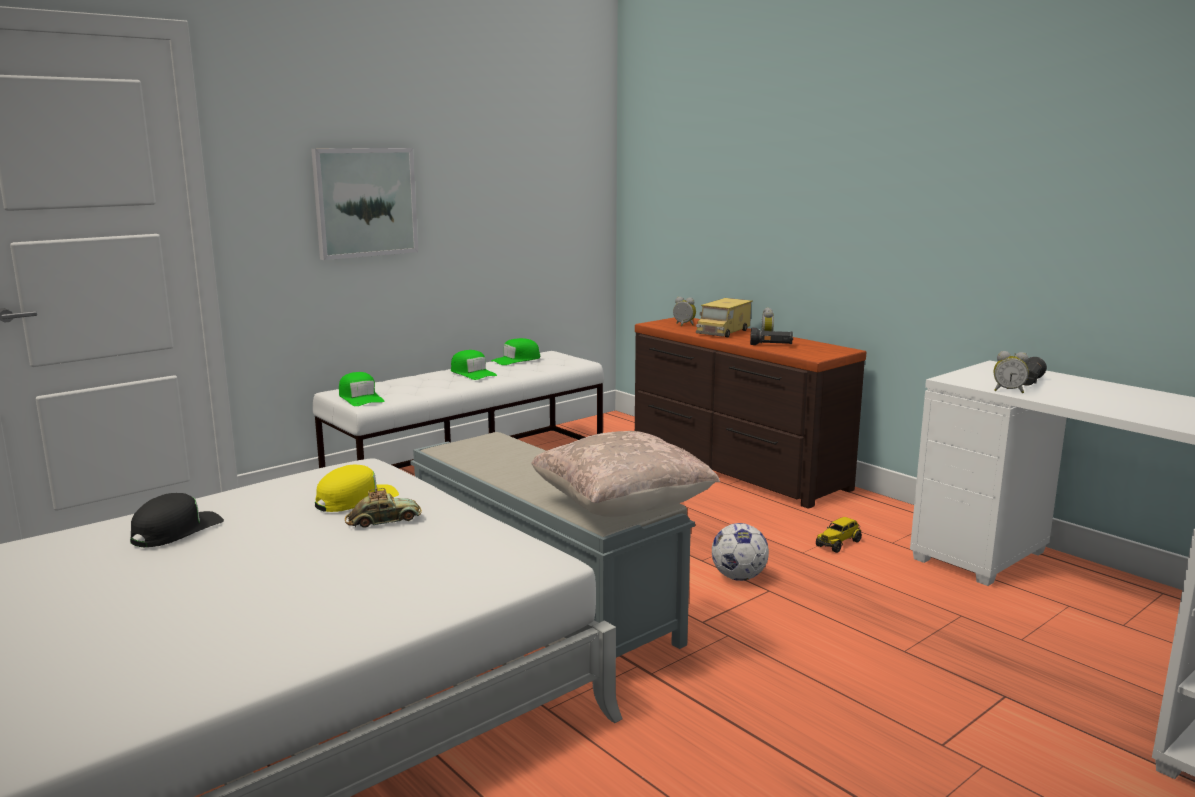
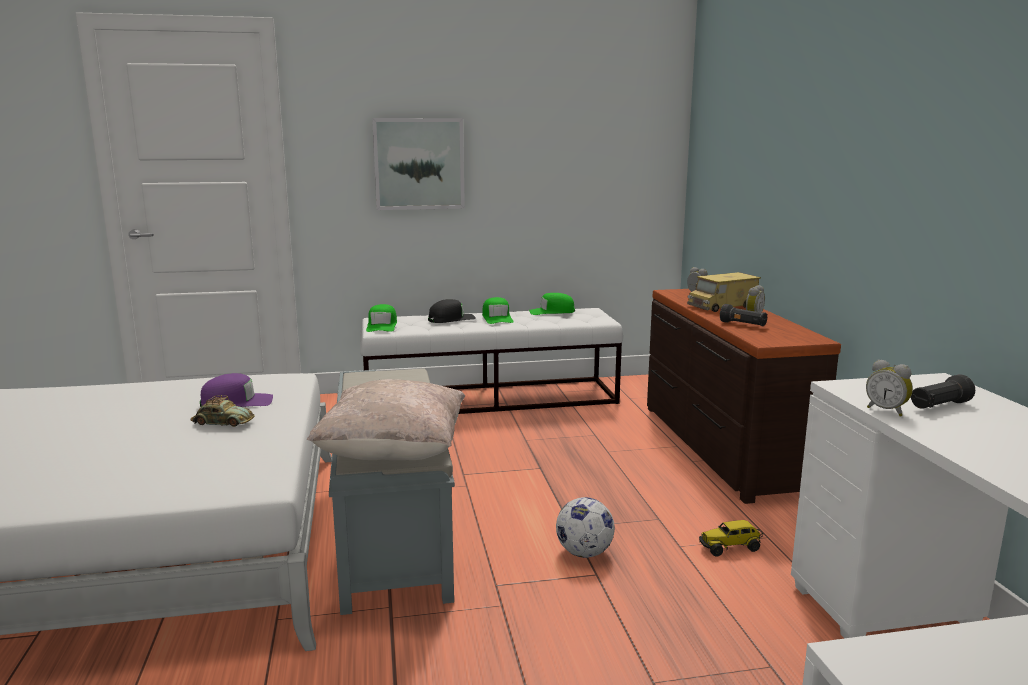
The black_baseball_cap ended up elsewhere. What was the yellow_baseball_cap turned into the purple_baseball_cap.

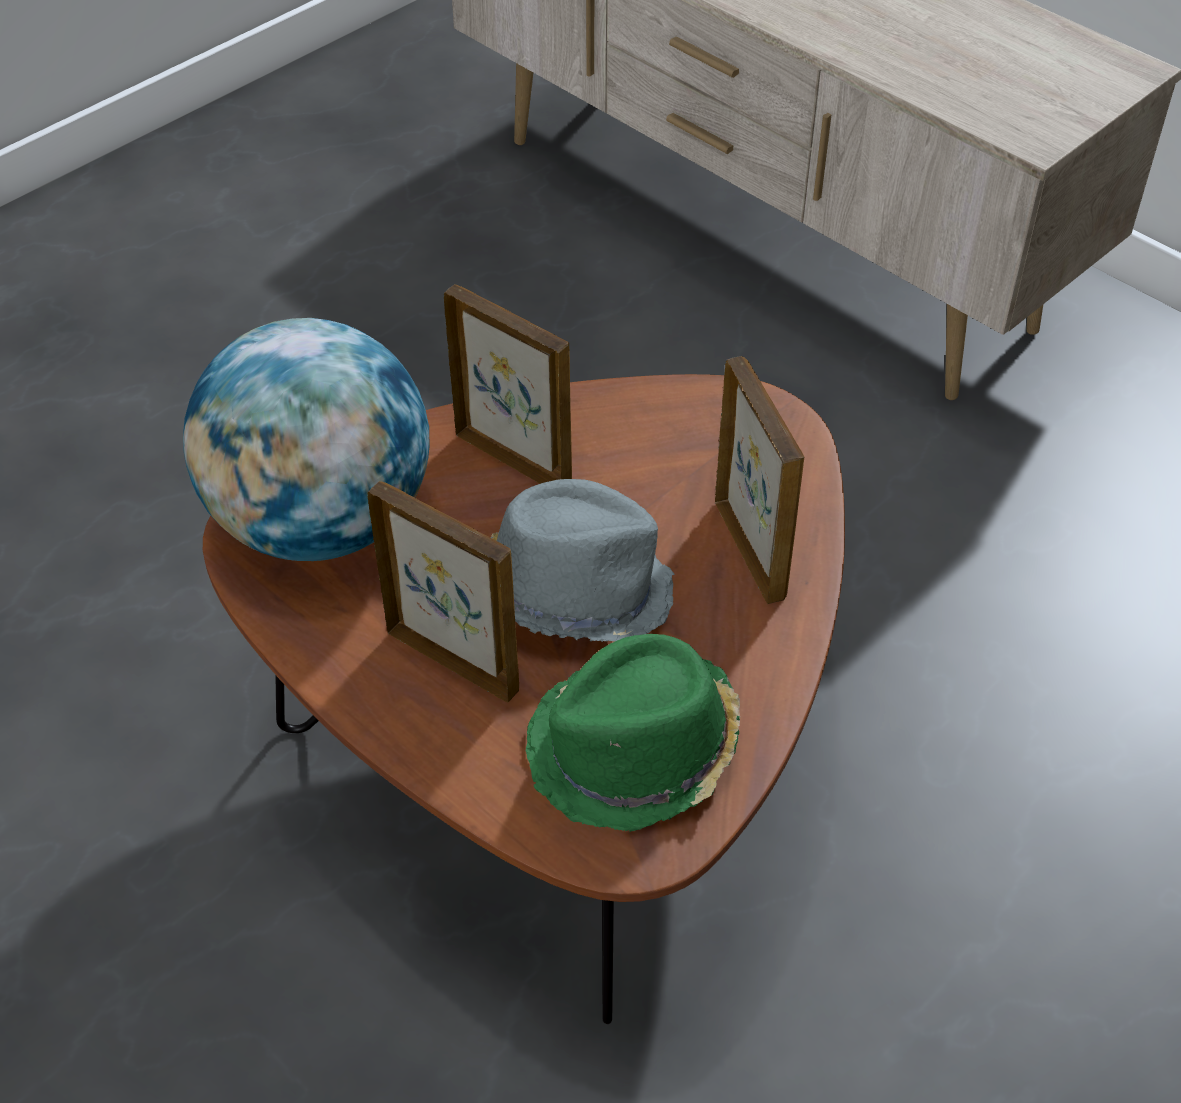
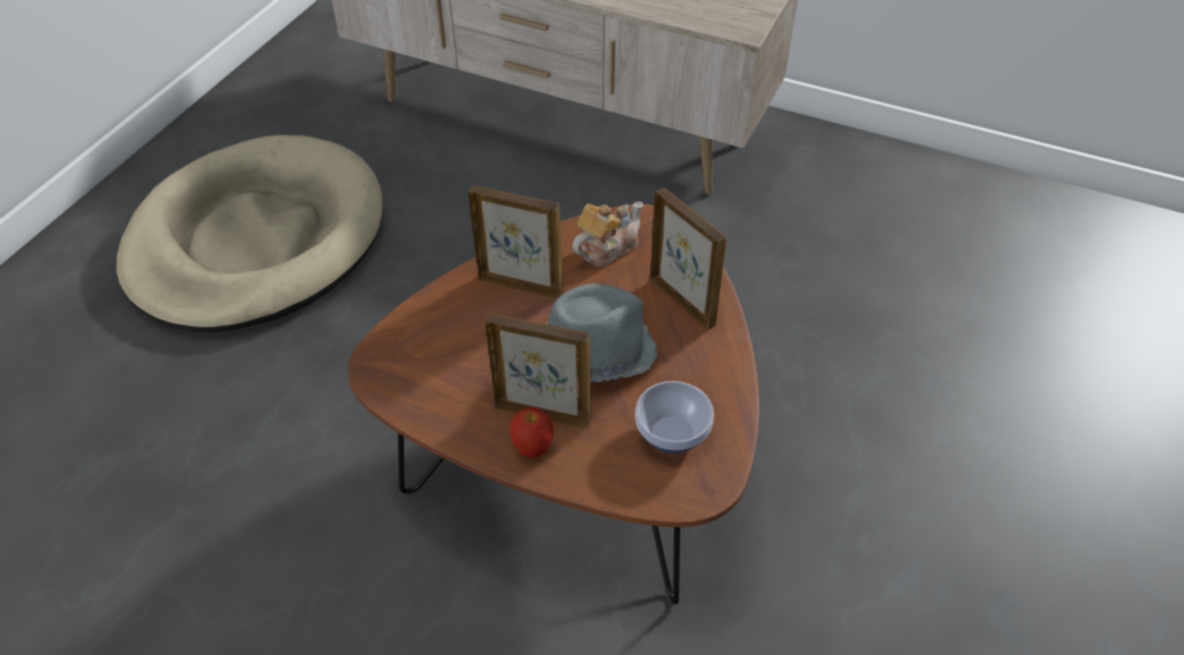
The second view lost the world_globe. Where the greenish_clothing_hat stood, the serving_bowl came to stand. The second view gained the sand-coloured_pet_bed. The second view gained the apple_fruit. The second view gained the teapot.

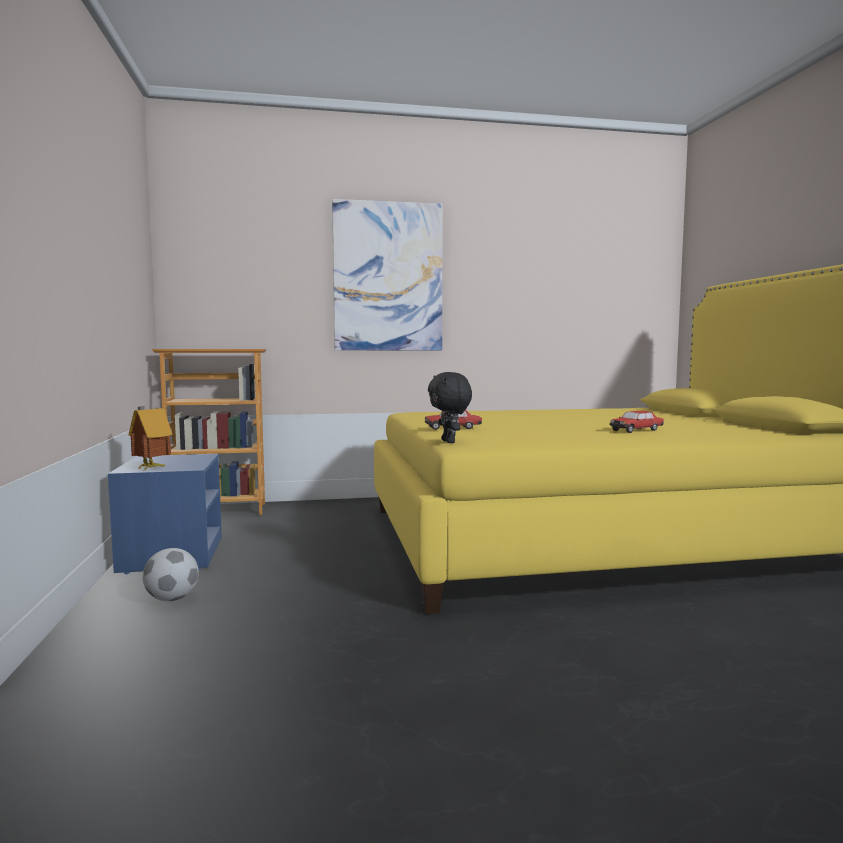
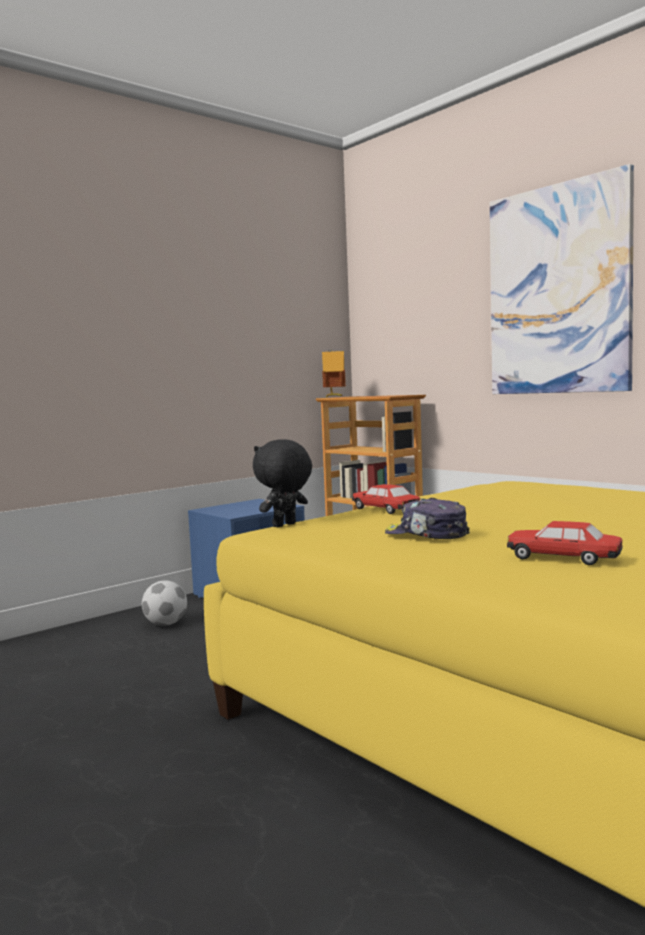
The miniature_house ended up elsewhere. The second view gained the baseball_cap.

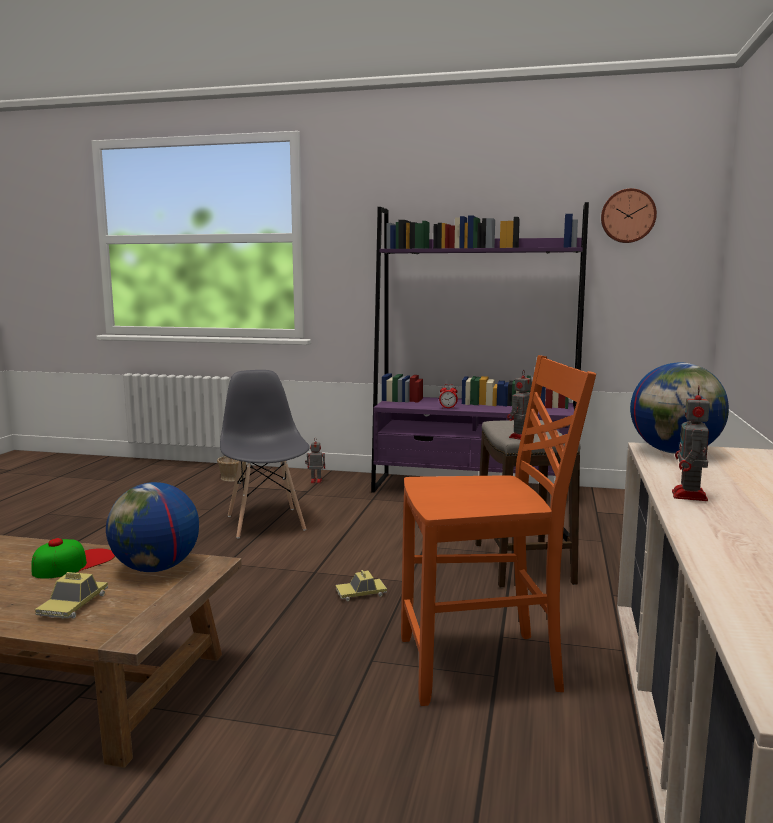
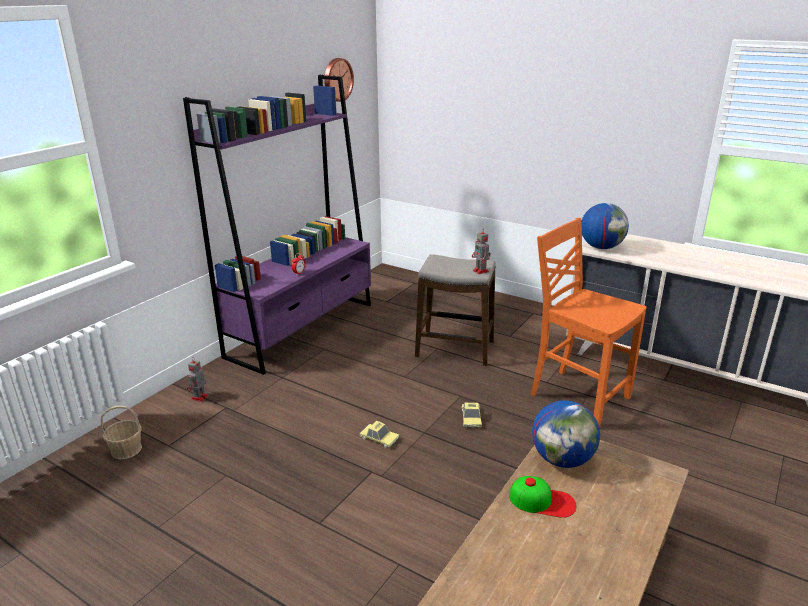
The baseball_cap ended up facing another way, 135 degrees clockwise from before. The model_car (no. 1 from left) ended up elsewhere. The second view lost the grey_chair. The orange-coloured_chair ended up facing another way, 60 degrees counterclockwise from before. The second view lost the toy_robot (no. 3 from left).

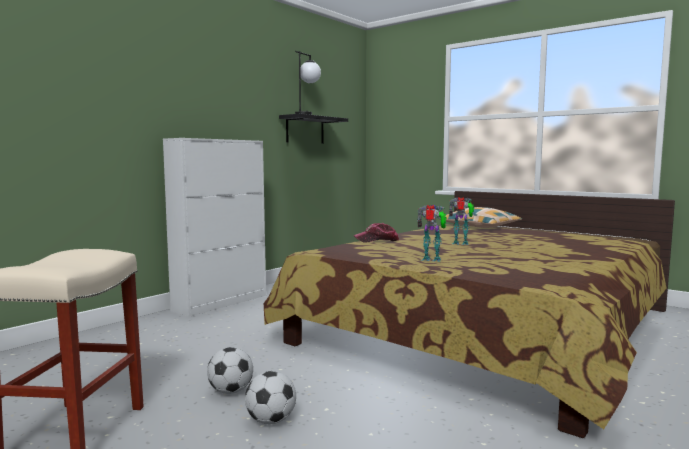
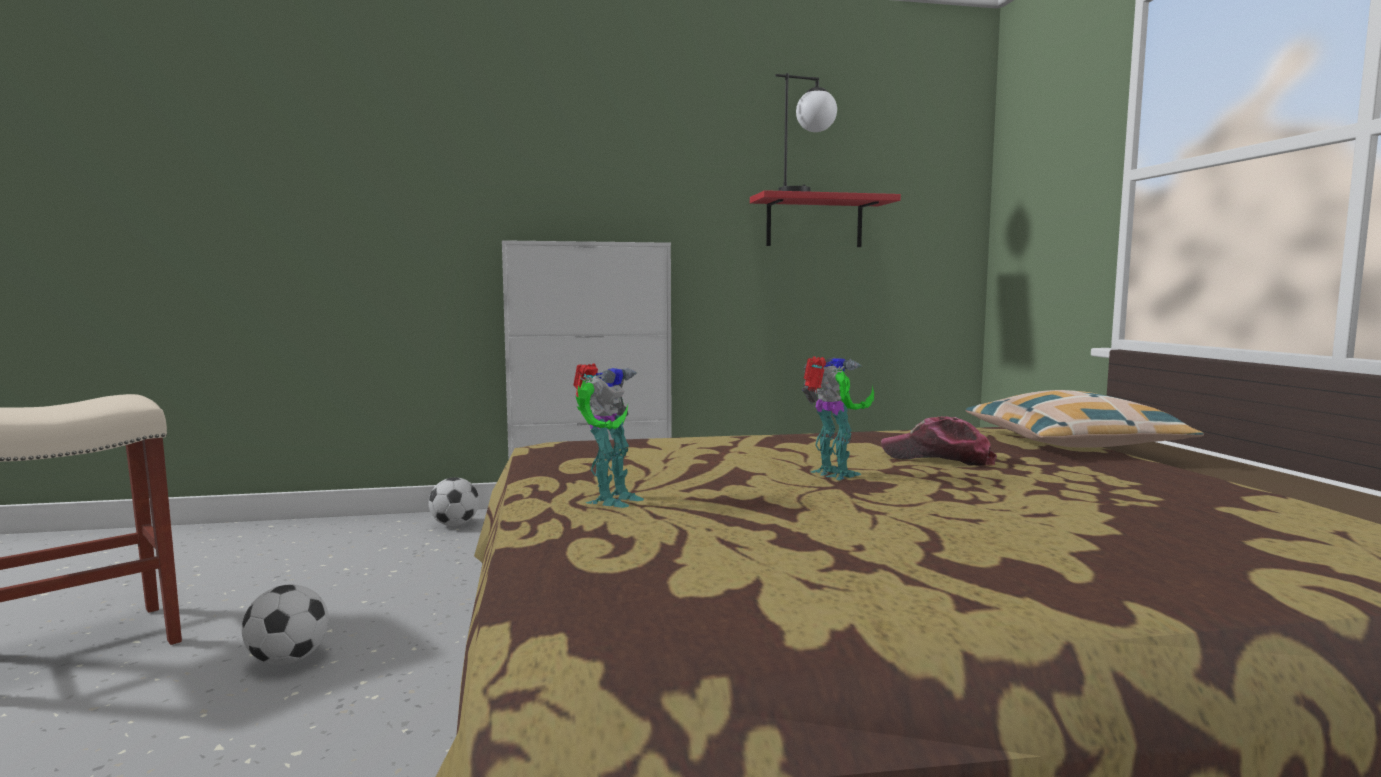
The ball_for_football (no. 2 from left) ended up elsewhere. What was the black_bracket_shelf turned into the reddish_bracket_shelf. The baseball_cap ended up elsewhere. The toy_robot (no. 1 from left) ended up facing another way, 60 degrees clockwise from before.

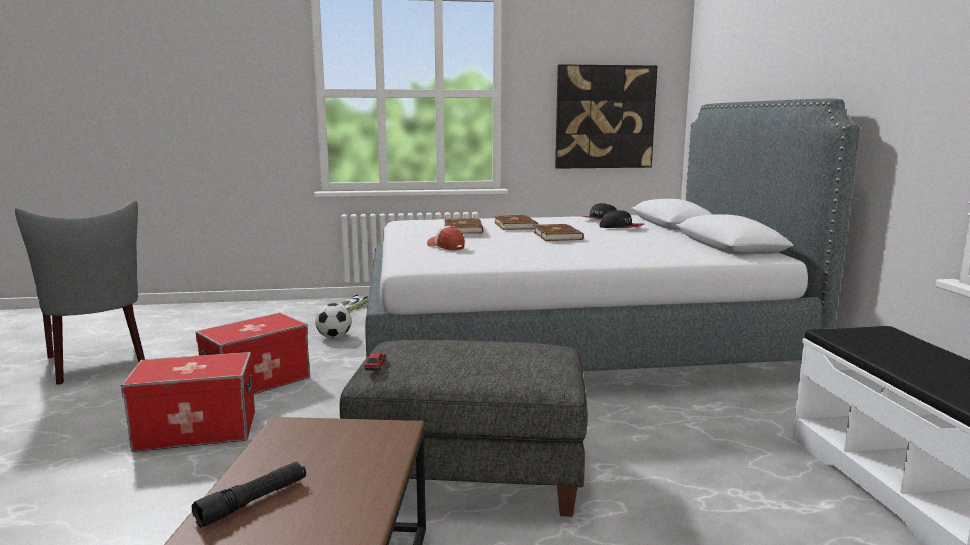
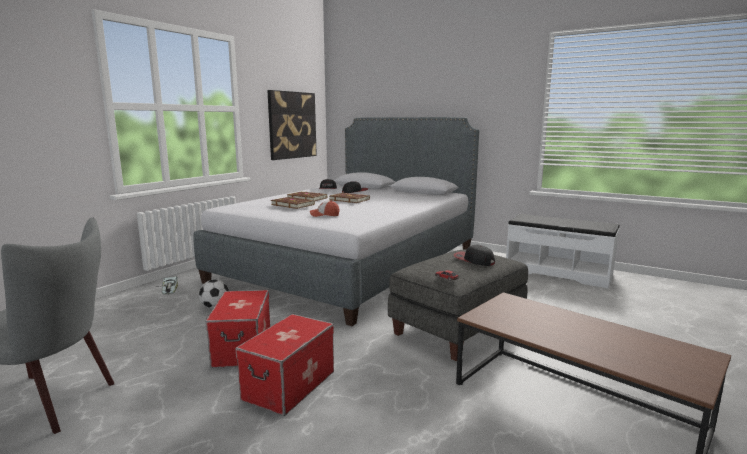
The second view lost the black_hand_torch. The second view gained the baseball_cap (no. 4 from left).

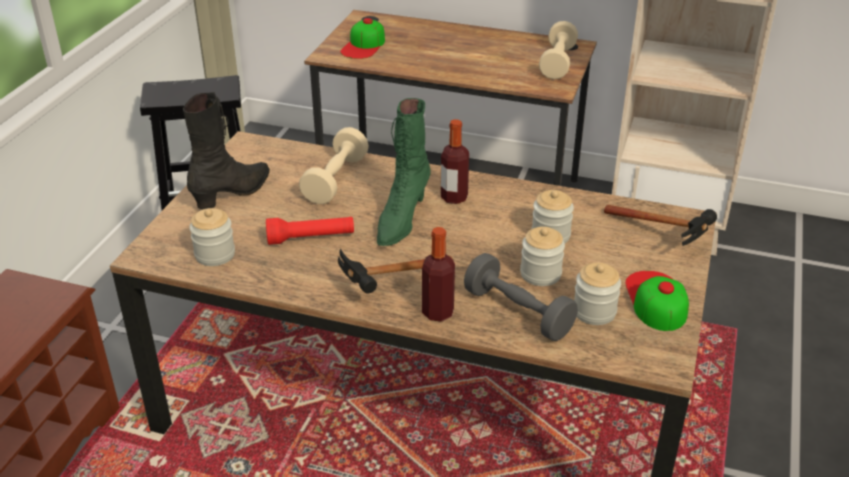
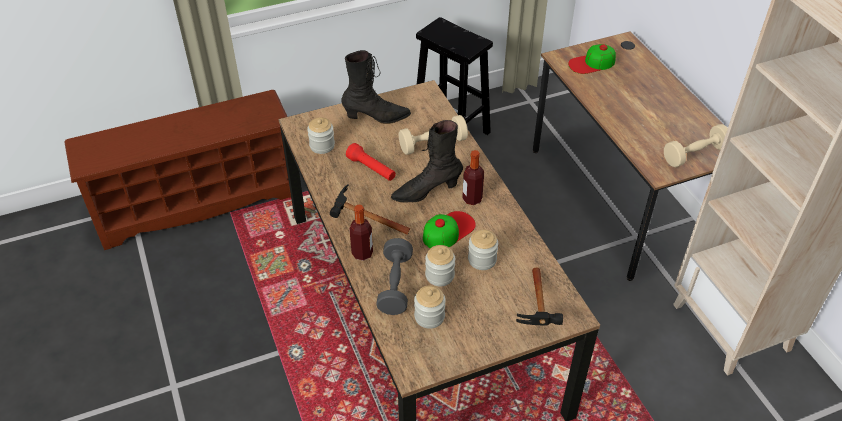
What was the greenish_boot turned into the black_boot (no. 2 from left). The baseball_cap (no. 2 from left in the first image) ended up elsewhere.

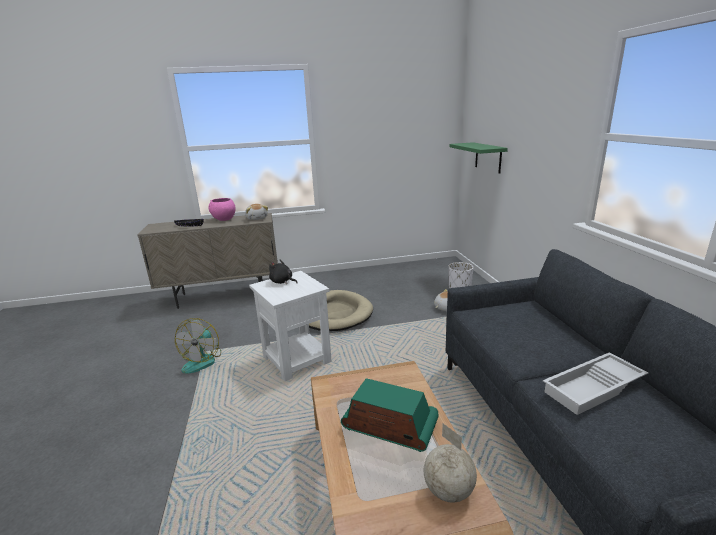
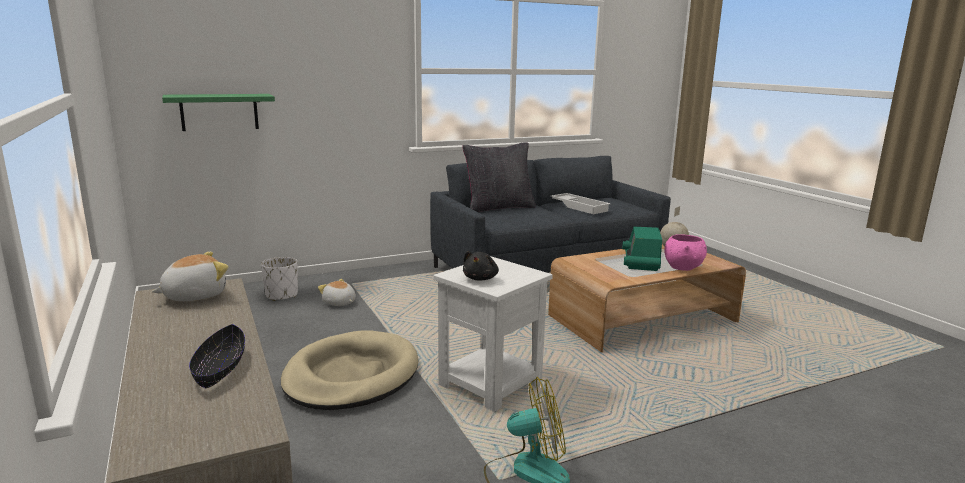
The pinkish_serving_bowl ended up elsewhere. The second view gained the black_pillow.

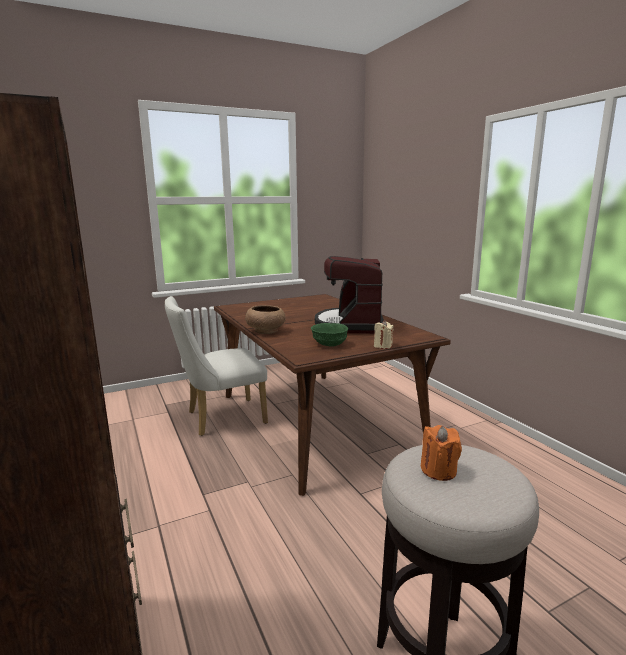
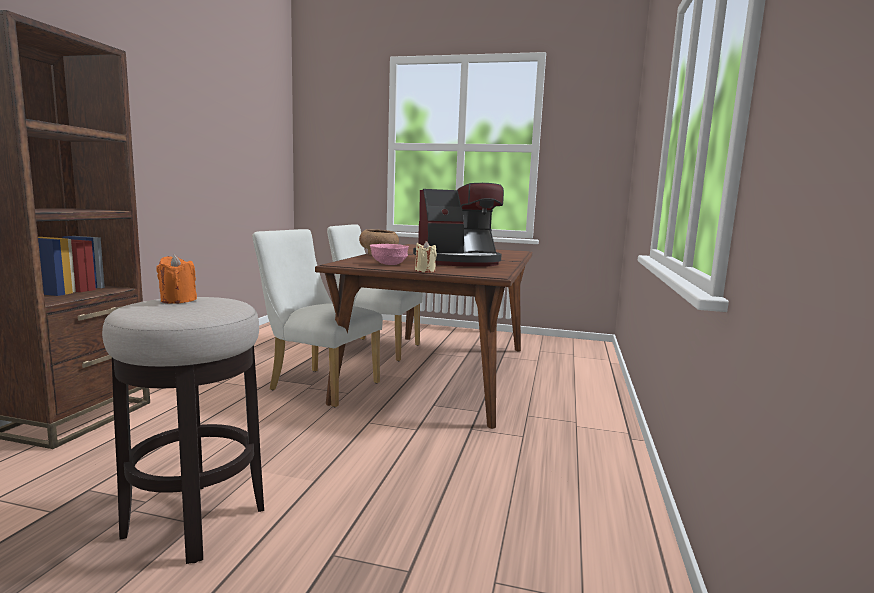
What was the greenish_serving_bowl turned into the pinkish_serving_bowl. The coffee_brewer ended up facing another way, 150 degrees counterclockwise from before. The second view gained the white-coloured_chair (no. 1 from left).

